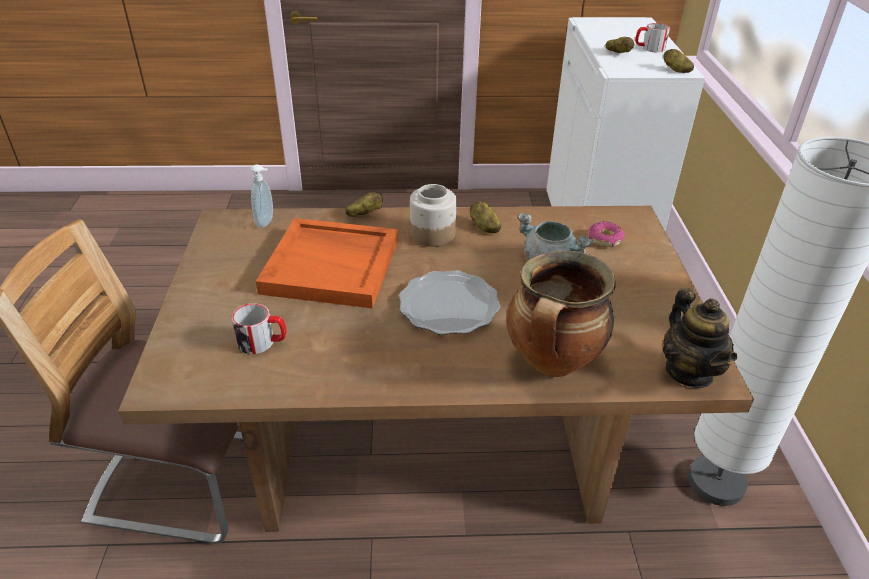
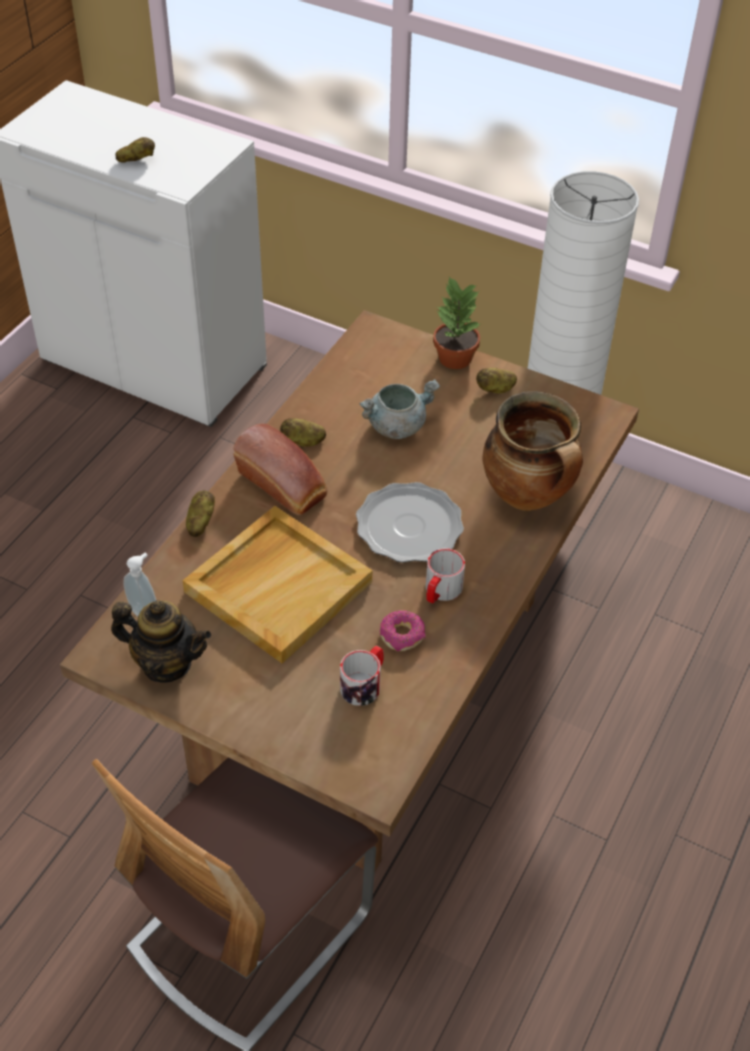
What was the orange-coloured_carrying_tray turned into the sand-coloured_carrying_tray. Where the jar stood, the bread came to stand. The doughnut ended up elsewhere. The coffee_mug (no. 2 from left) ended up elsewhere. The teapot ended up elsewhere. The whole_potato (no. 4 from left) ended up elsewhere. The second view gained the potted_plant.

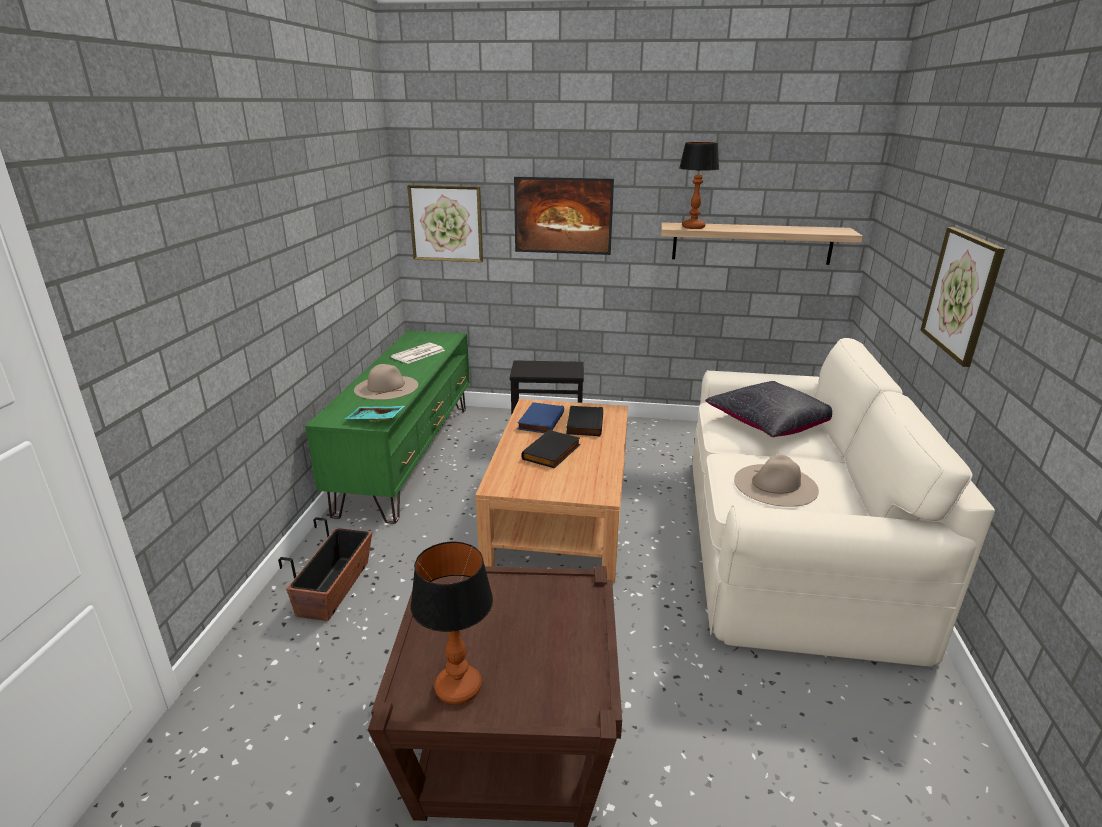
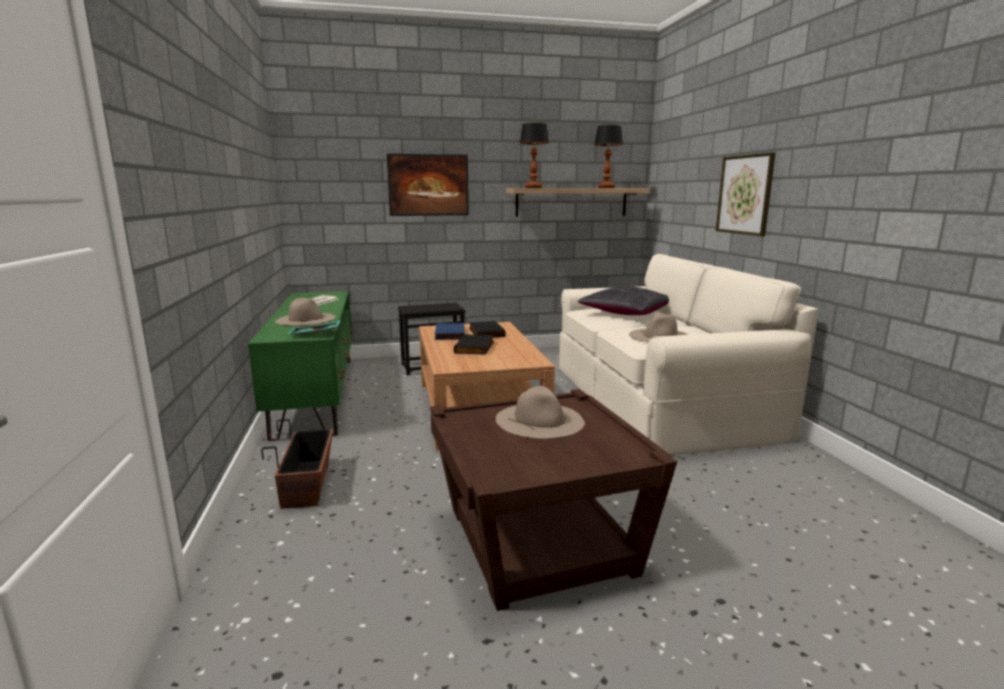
The second view lost the picture (no. 1 from left). The table_lamp (no. 1 from left in the first image) ended up elsewhere. The second view gained the sand-coloured_clothing_hat (no. 2 from left).

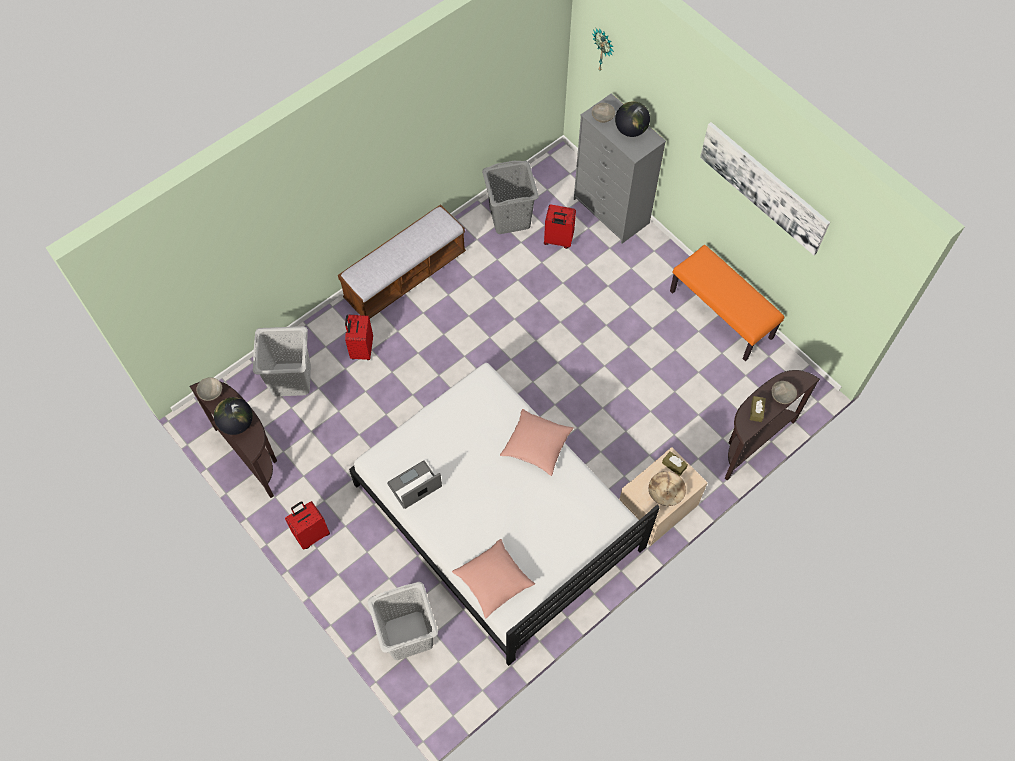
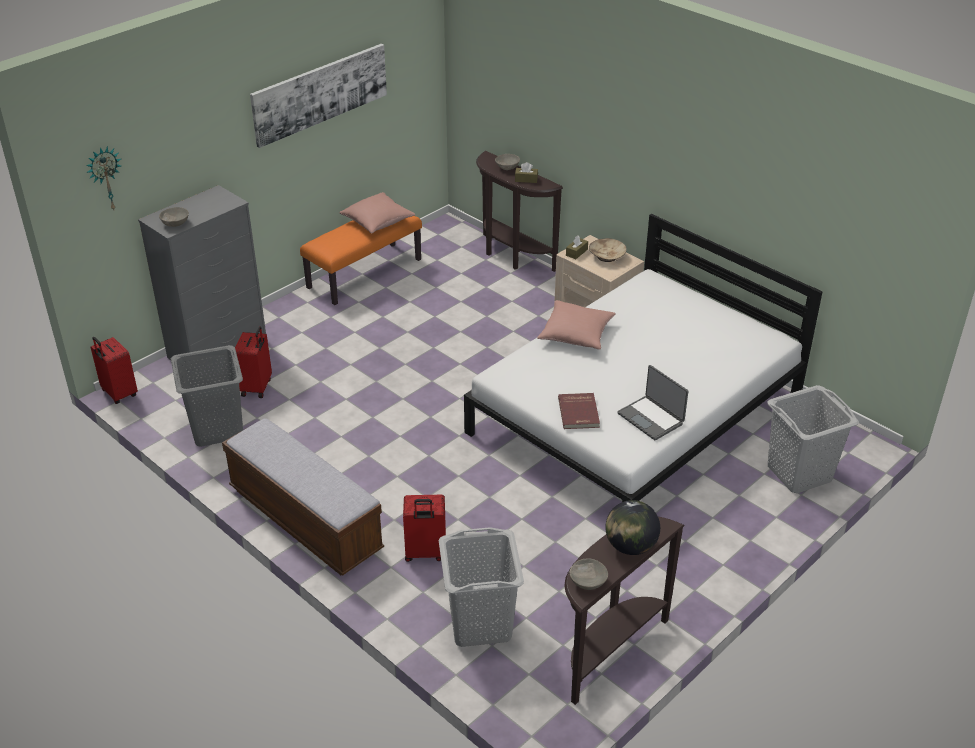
The reddish_suitcase (no. 1 from left) ended up elsewhere. The pinkish_pillow (no. 1 from left) ended up elsewhere. The second view lost the world_globe (no. 2 from left). The second view gained the reddish_bound_book.

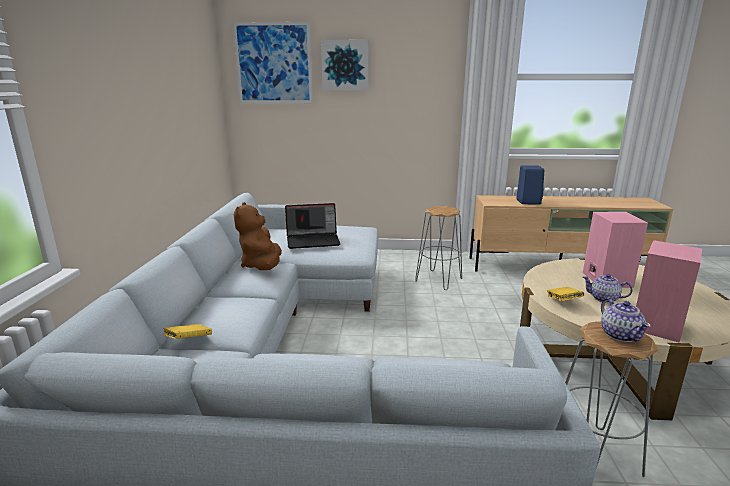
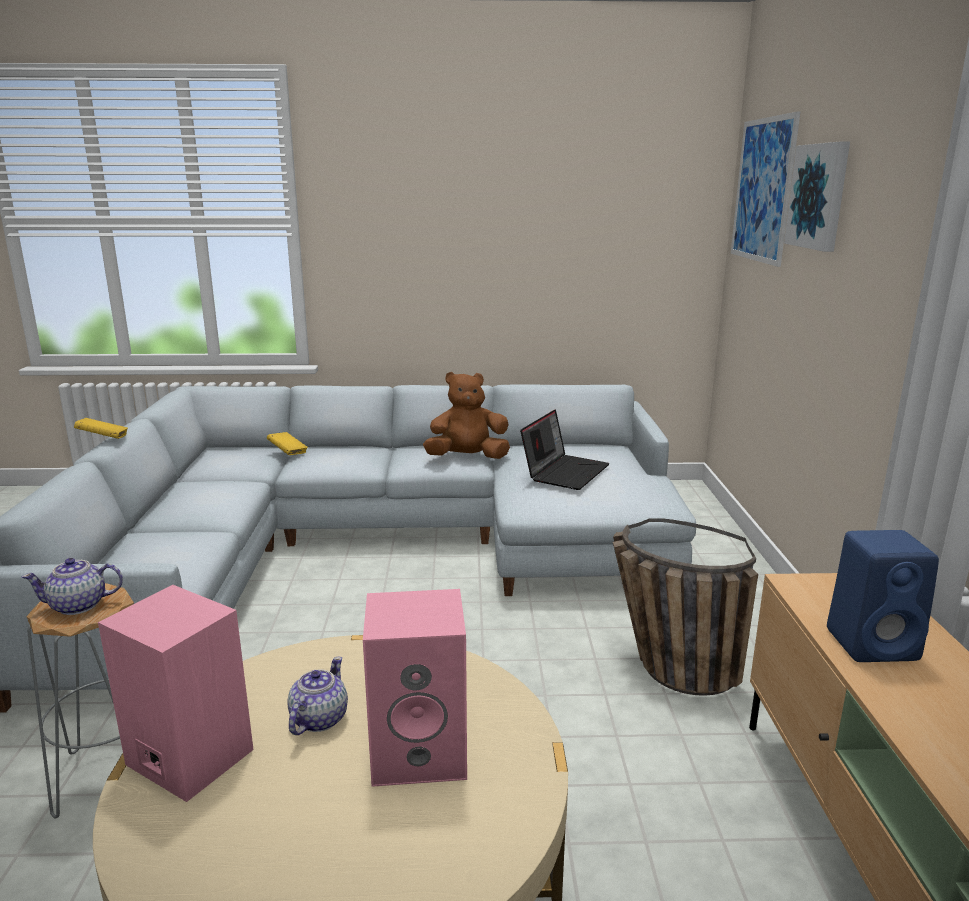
The notebook_computer ended up facing another way, 135 degrees counterclockwise from before. Where the grey_stool (no. 1 from left) stood, the storage_basket came to stand. The yellow_bound_book (no. 2 from left in the first image) ended up elsewhere.

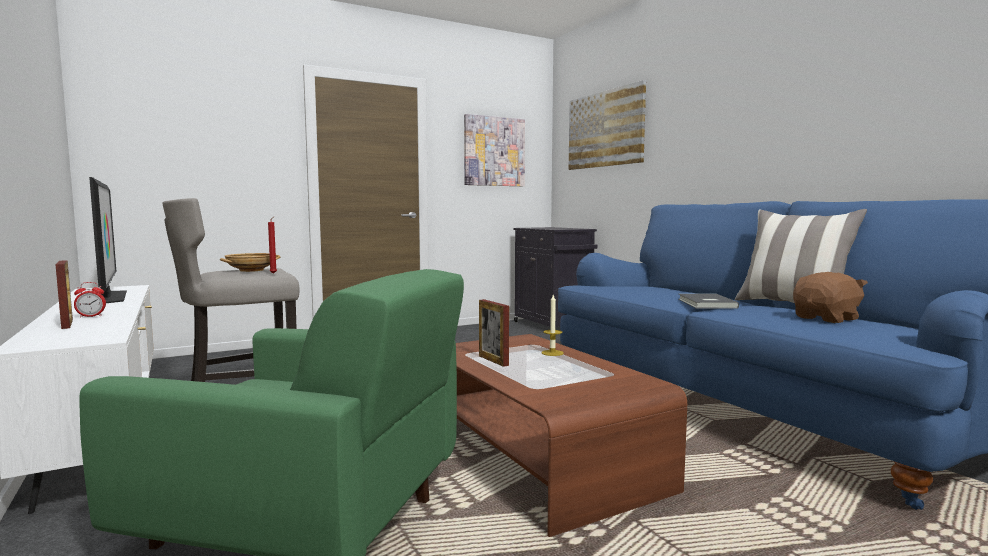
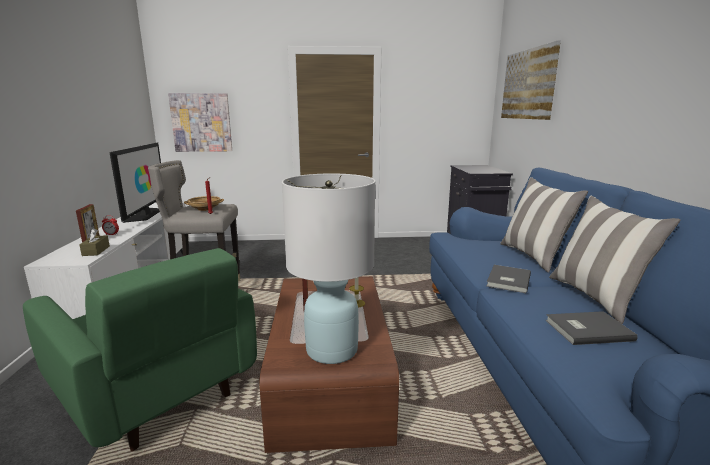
The picture (no. 1 from left) ended up elsewhere. Where the brown_soft_toy stood, the grey_bound_book (no. 2 from left) came to stand. The second view gained the brown_tissue_box. The second view gained the white-coloured_table_lamp. The second view gained the pillow (no. 1 from left).

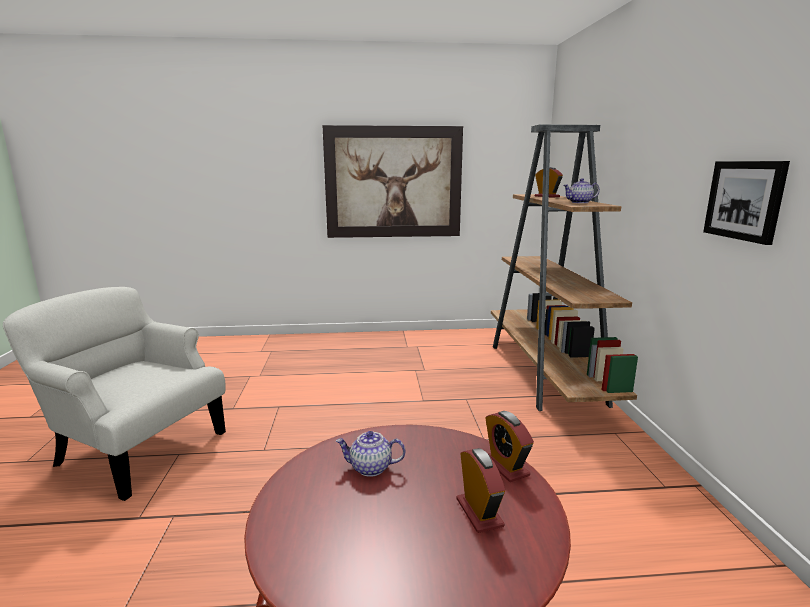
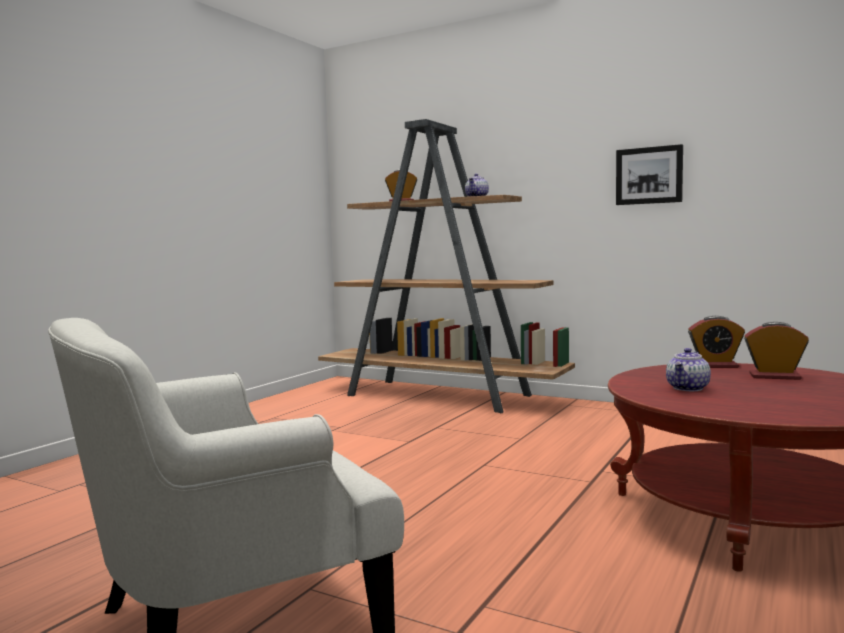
The second view lost the picture (no. 1 from left).

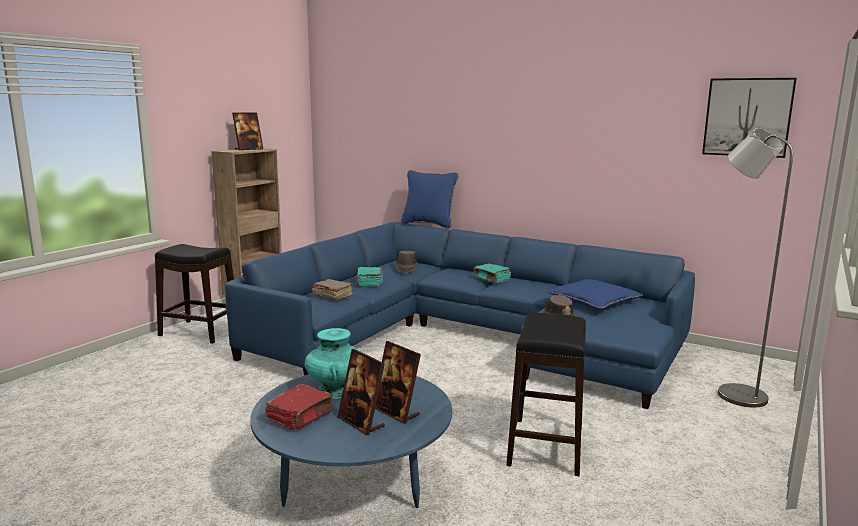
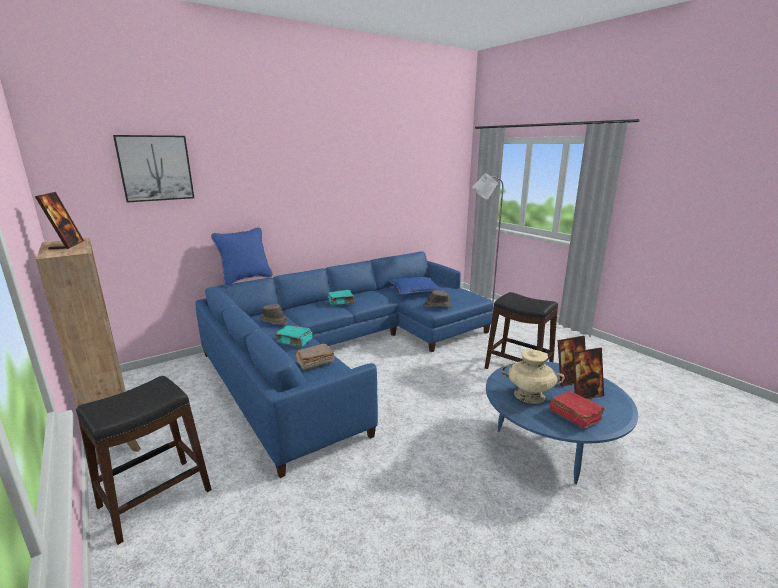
What was the blue-green_flower_vase turned into the sand-coloured_flower_vase. The picture ended up elsewhere.

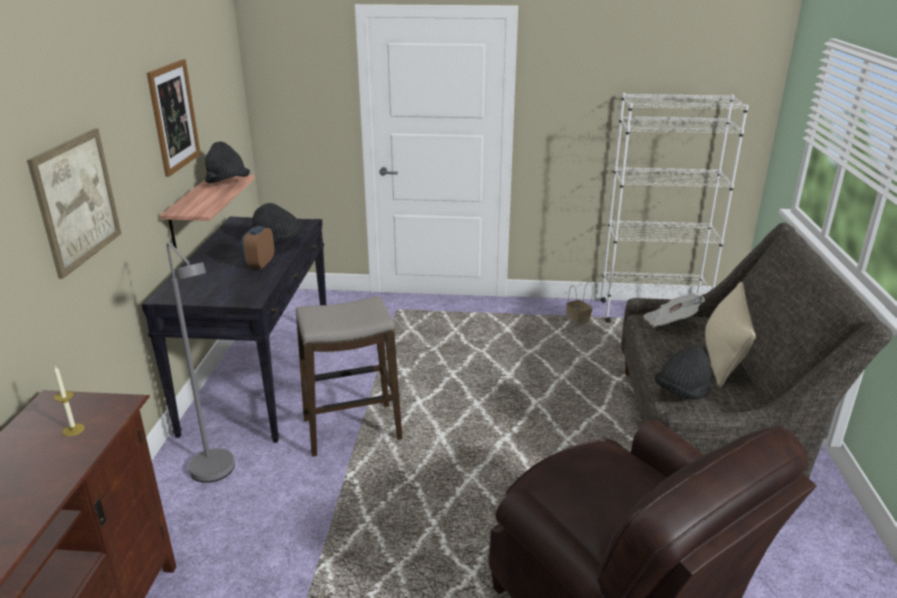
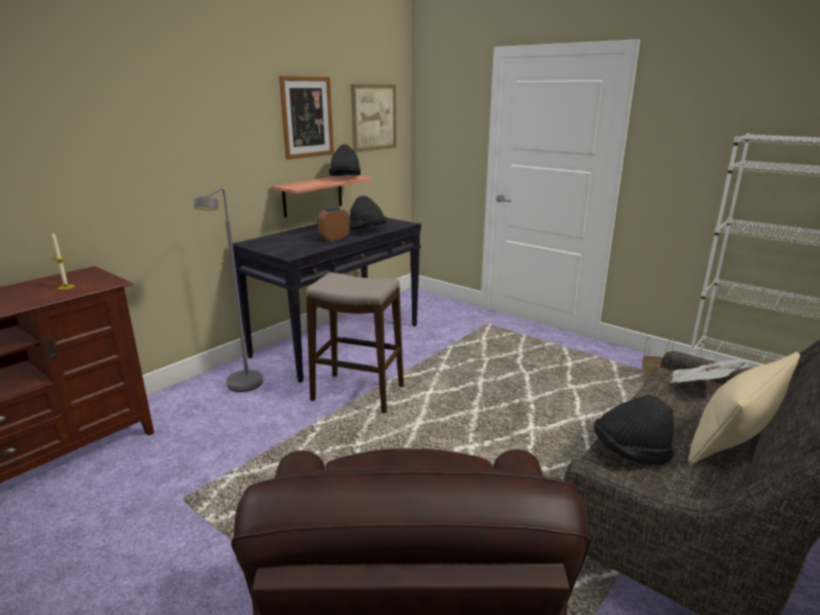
The picture (no. 1 from left in the first image) ended up elsewhere.

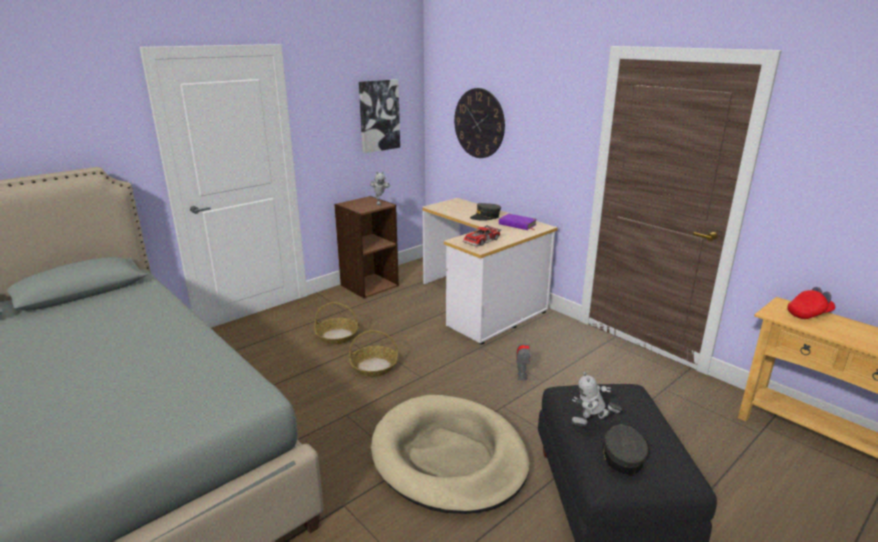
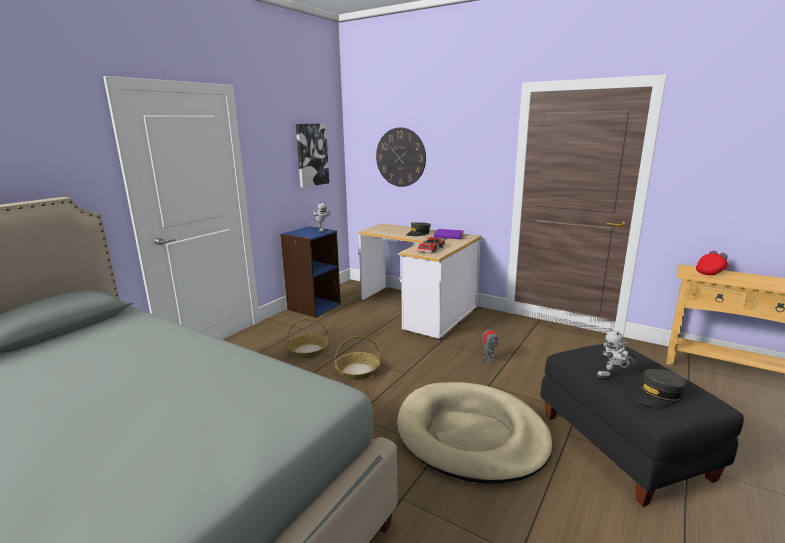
What was the brown_bookcase turned into the blue-coloured_bookcase. The grey_baseball_cap (no. 2 from left) ended up facing another way, 105 degrees counterclockwise from before.

